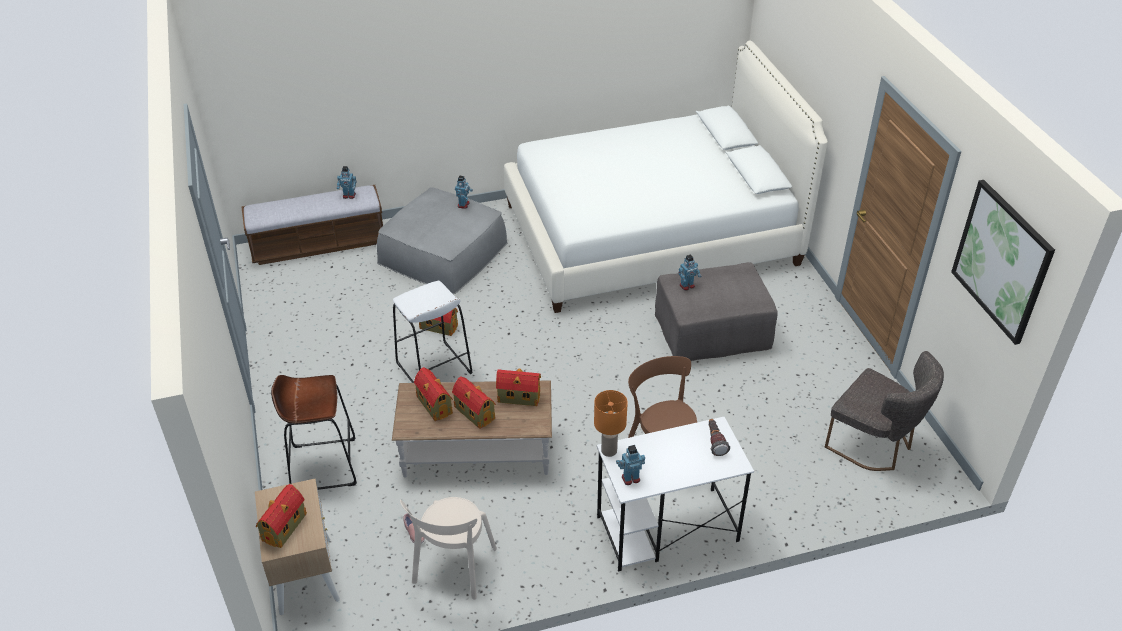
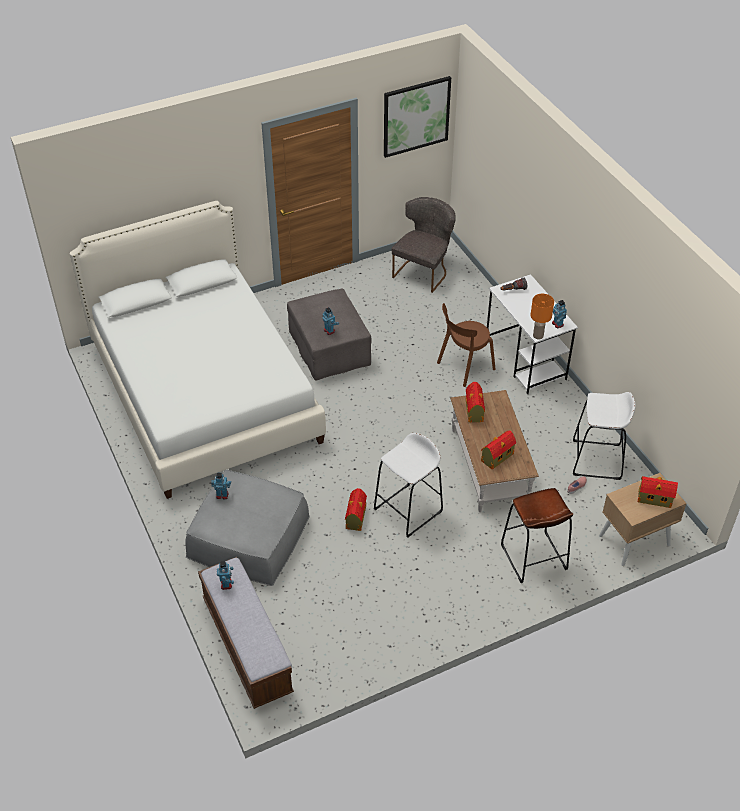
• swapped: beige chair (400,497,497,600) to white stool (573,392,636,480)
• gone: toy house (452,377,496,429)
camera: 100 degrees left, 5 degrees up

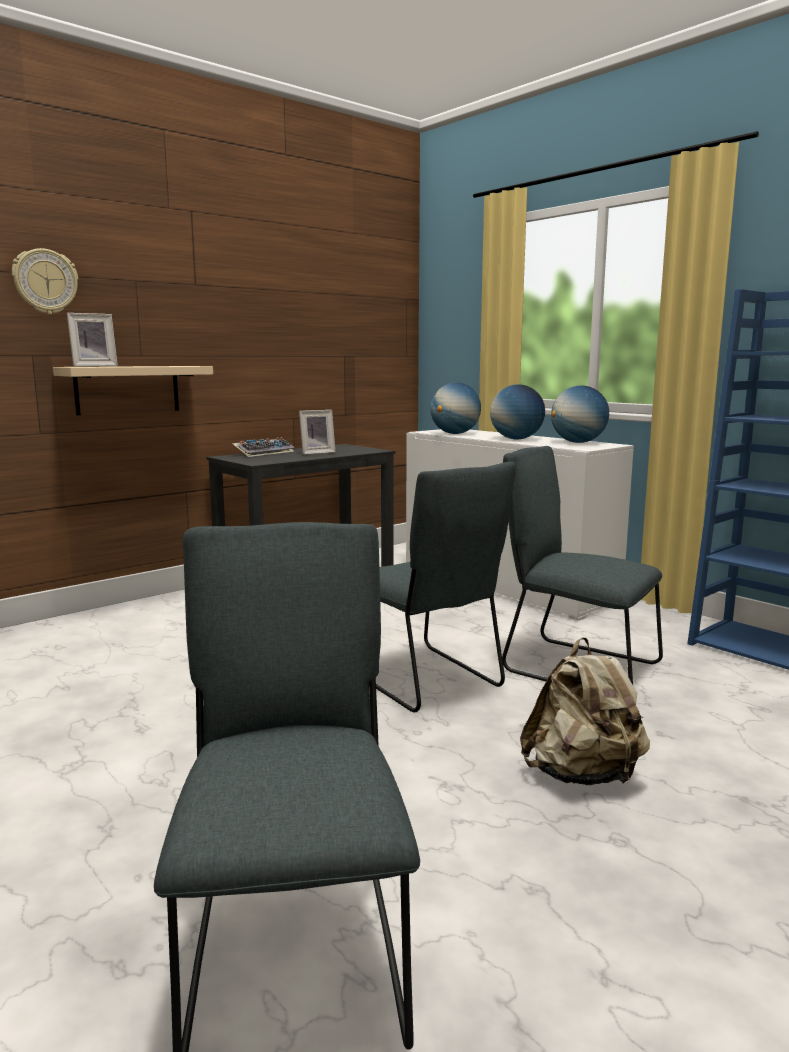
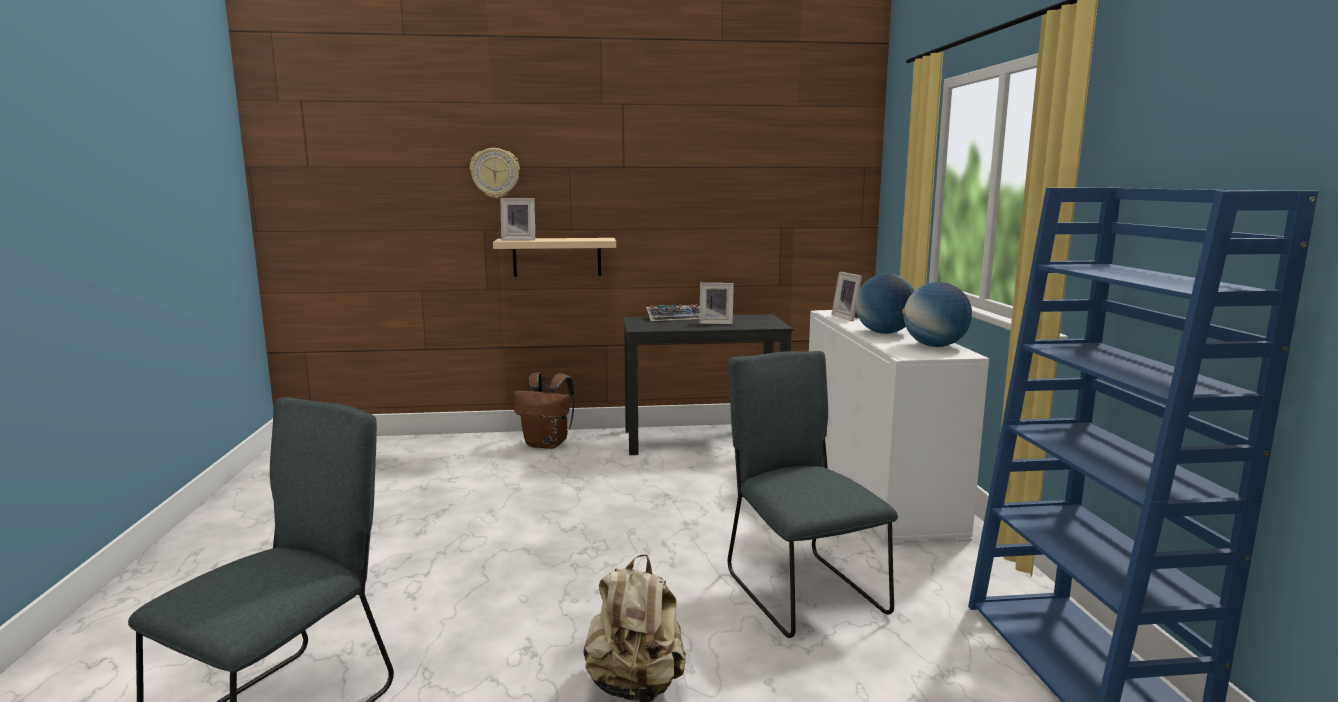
• new: brown backpack (514,372,575,449)
• swapped: globe (430,383,481,434) to picture frame (831,272,862,321)
• gone: grey chair (376,462,516,712)
camera: 35 degrees right, 0 degrees up

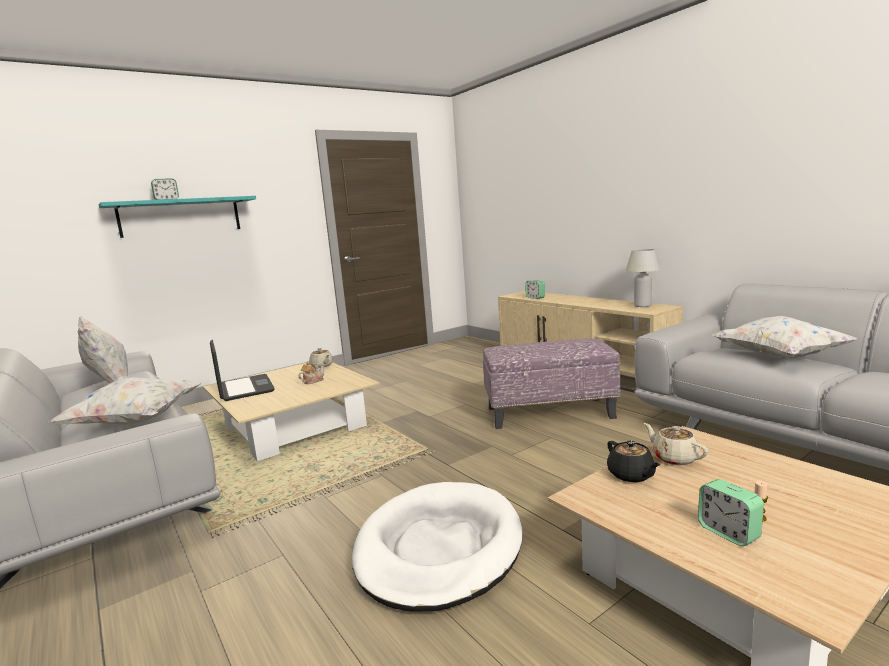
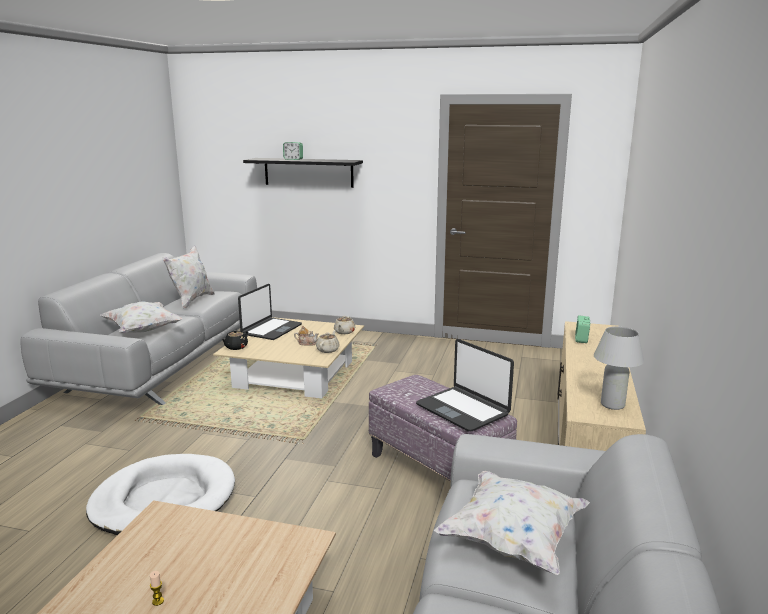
• shifted: black teapot (607,441,660,482) to (222,330,248,350)
• repainted: turquoise shelf (99,196,256,238) to black shelf (243,158,363,188)
• shifted: beige teapot (644,423,708,465) to (316,330,340,353)
• new: laptop (416,339,514,432)
• gone: alarm clock (698,479,764,546)
camera: 50 degrees right, 5 degrees up

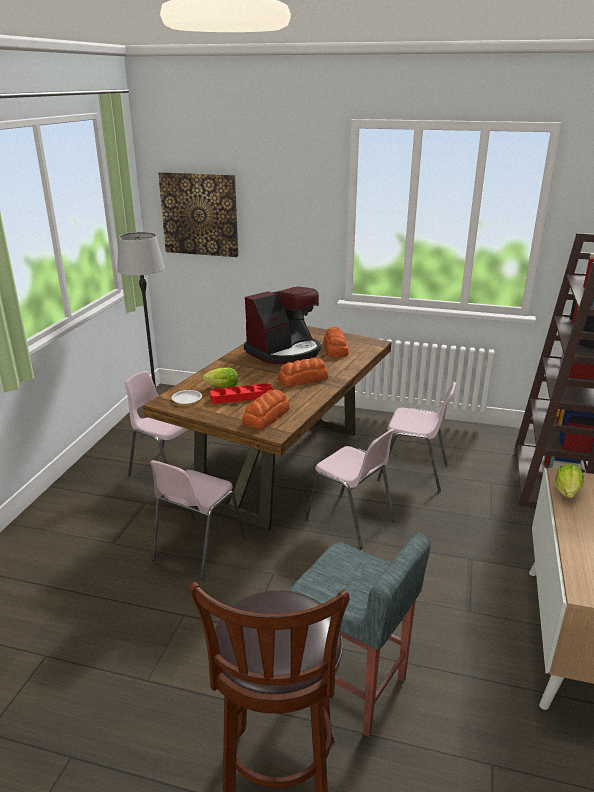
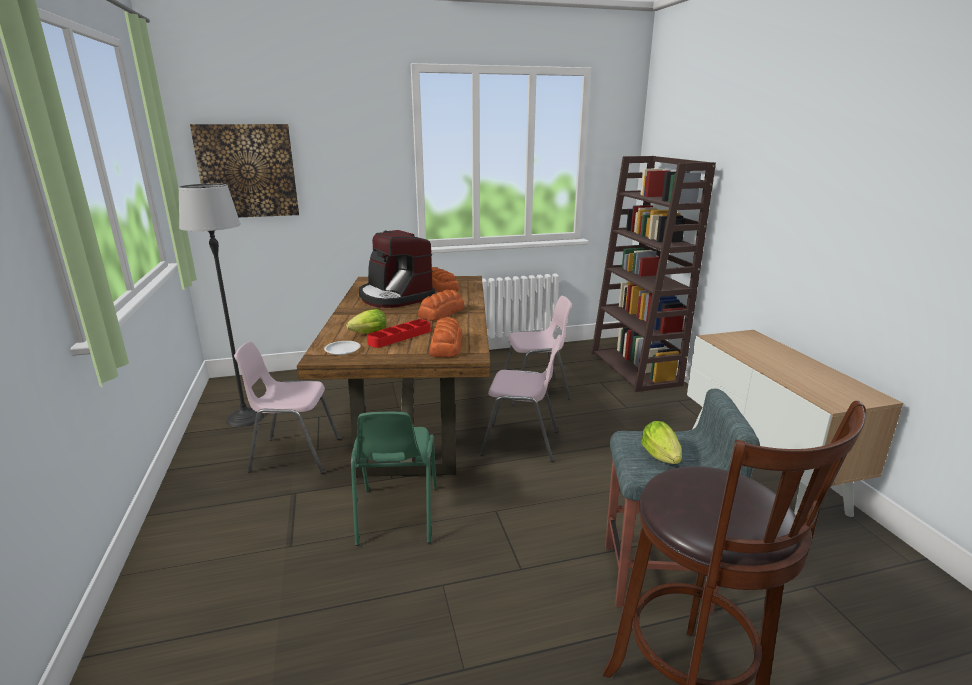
• repainted: pink chair (150,460,245,580) to green chair (351,412,437,546)
• rotated: coffee machine (244,287,321,364) = (359,230,435,308) 120 degrees clockwise
• shifted: lettuce (555,464,584,498) to (641,421,682,464)
camera: 30 degrees left, 5 degrees down

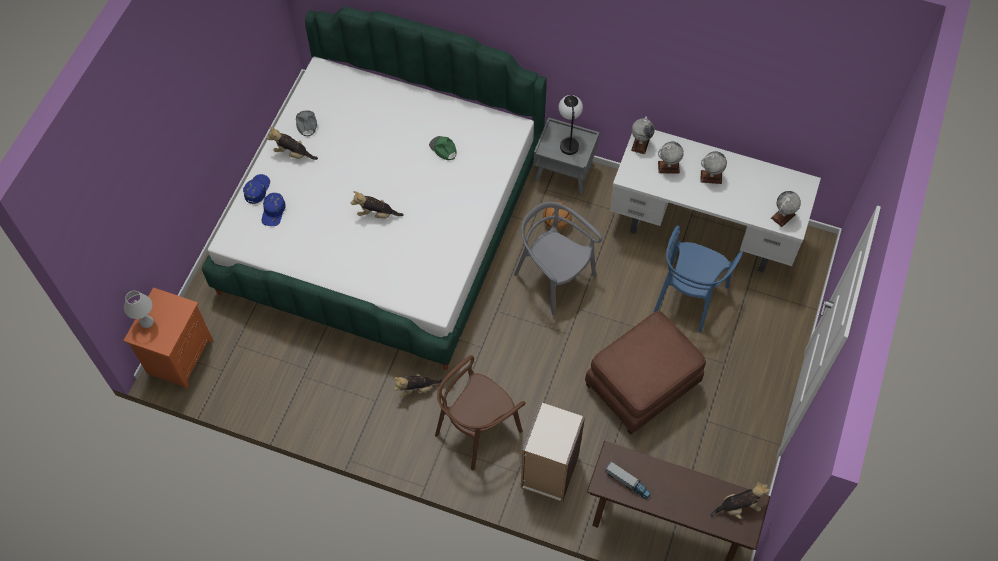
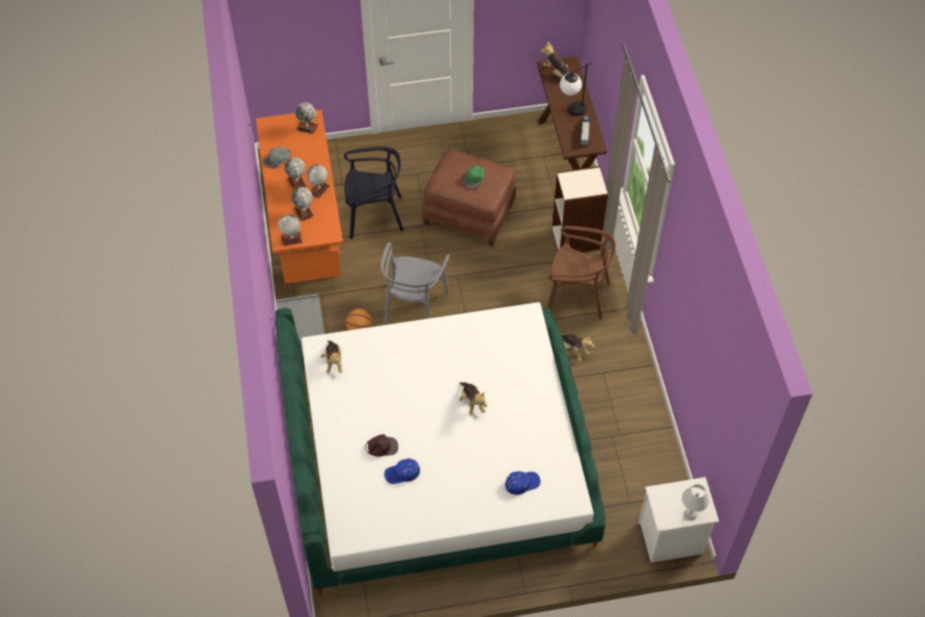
• repainted: white desk (610,130,821,273) to orange desk (256,110,343,284)
• shifted: grey cap (296,110,317,136) to (264,147,291,169)
• new: globe (307,164,330,198)
• shifted: plush toy (266,127,318,160) to (321,340,342,373)
• repainted: blue chair (654,225,743,333) to black chair (344,146,404,239)
• new: brown cap (365,434,398,457)
• shifted: blue cap (243,174,270,204) to (384,458,420,484)
• shifted: green cap (429,136,457,160) to (463,165,485,189)
• shifted: table lamp (558,95,583,155) to (560,62,592,116)
• repainted: orange nightstand (123,287,213,389) to white nightstand (638,477,719,563)
camera: 120 degrees left, 5 degrees down

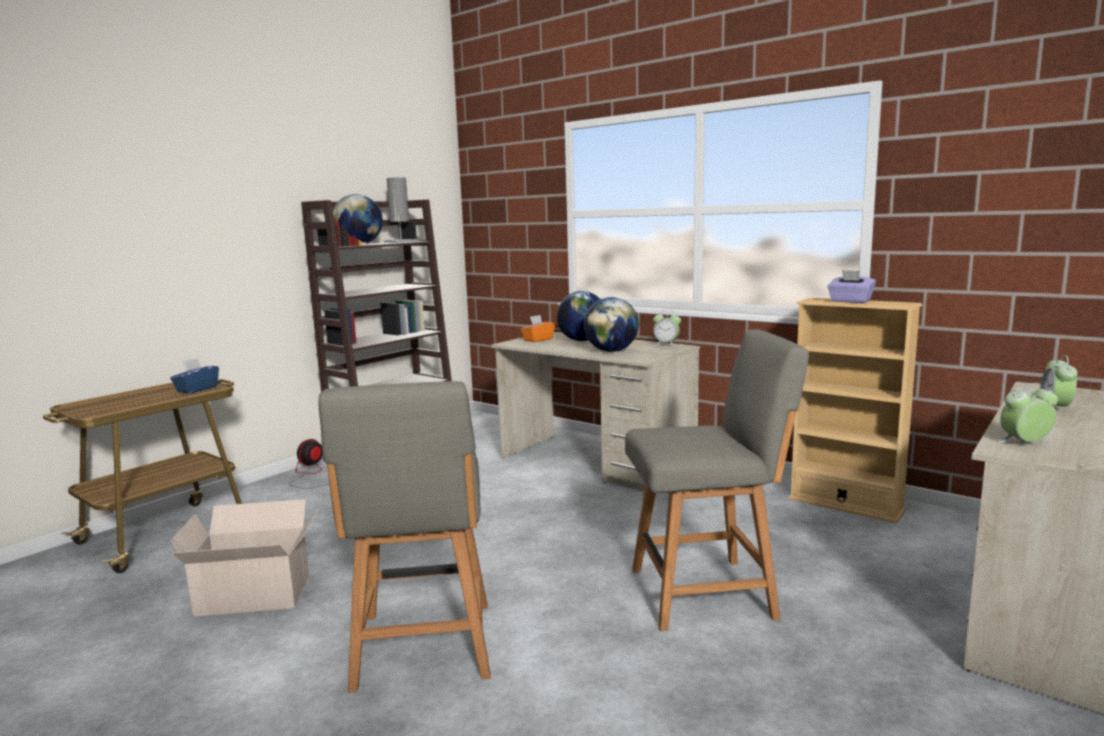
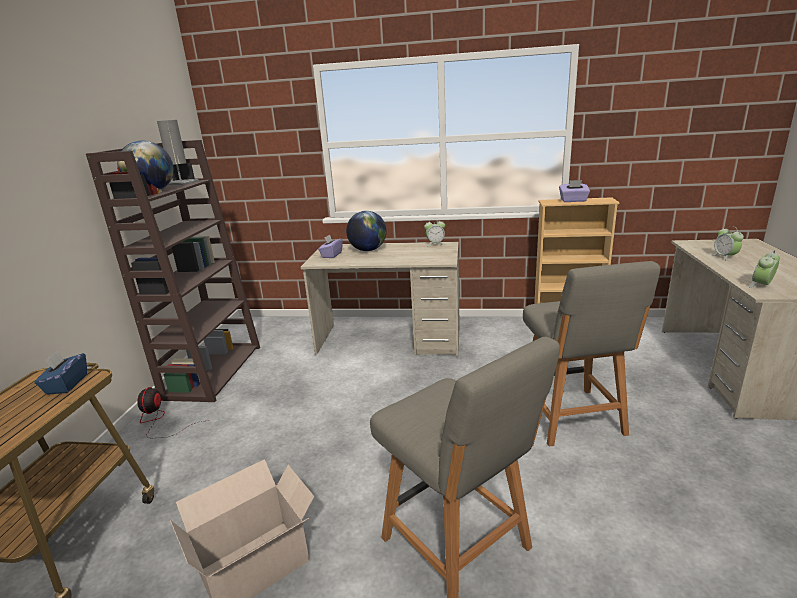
• repainted: orange tissue box (520,315,555,342) to purple tissue box (318,234,343,258)
• rotated: grey chair (625,329,809,631) = (523,261,660,447) 120 degrees clockwise
• gone: globe (584,297,639,352)
camera: 30 degrees left, 10 degrees up

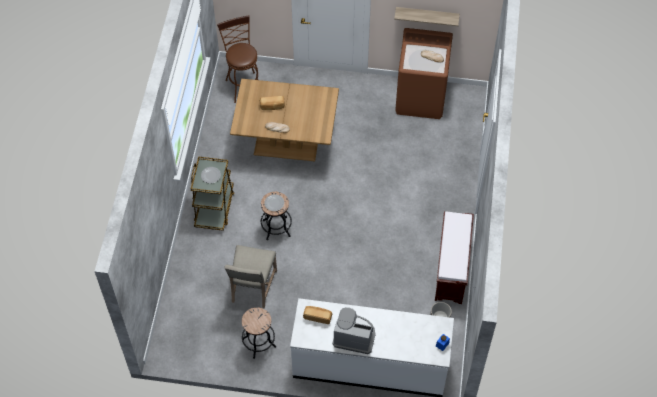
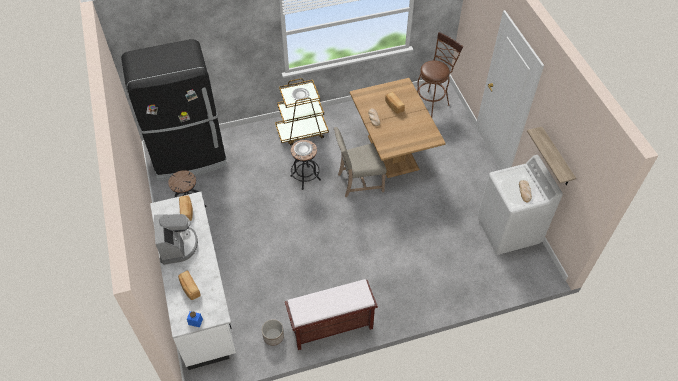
• new: black fridge (121,39,227,181)
• new: bread (178,271,201,300)
• shifted: beige chair (225,245,277,308) to (334,127,387,197)
• repainted: brown washing machine (395,28,453,119) to white washing machine (477,155,563,255)
camera: 65 degrees right, 5 degrees down

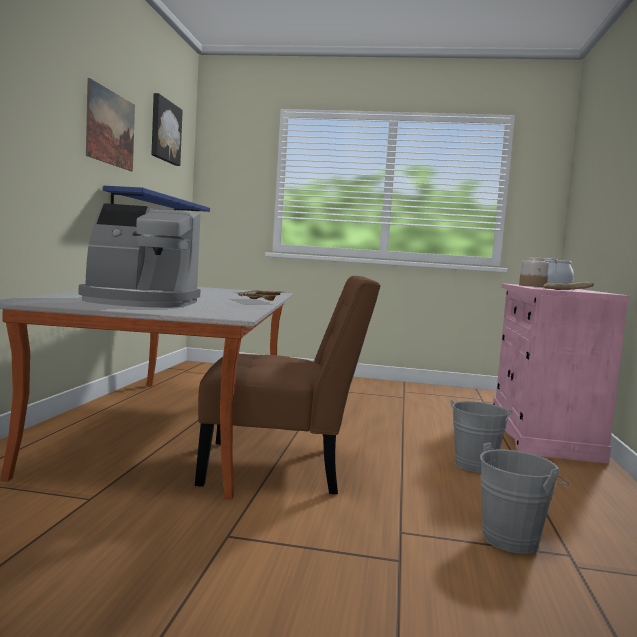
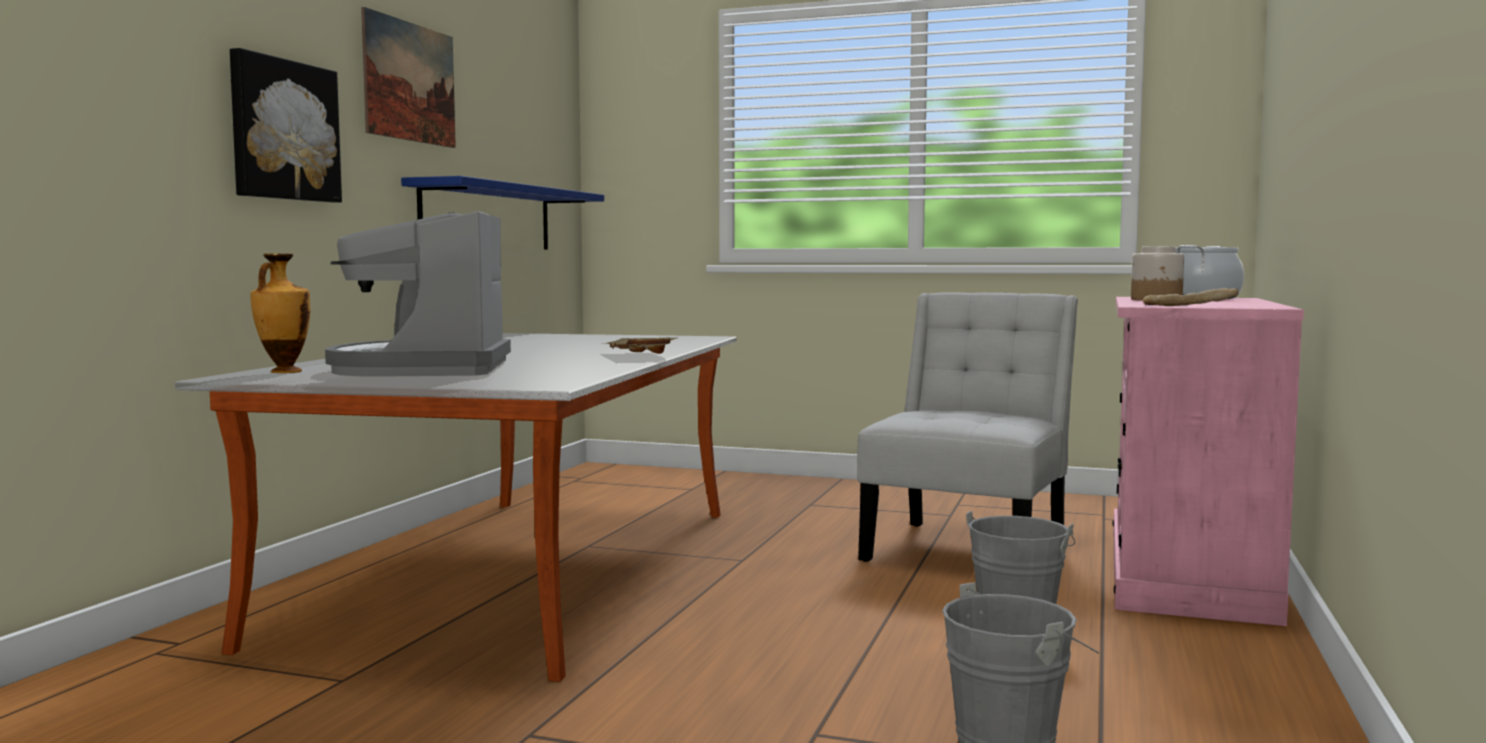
• shifted: picture (152,93,183,166) to (230,48,342,203)
• new: vase (250,253,310,373)
• rotated: coffee machine (78,203,201,308) = (325,211,511,377) 75 degrees clockwise
• new: white chair (857,292,1078,562)
• gone: brown chair (195,276,381,494)
camera: 10 degrees right, 0 degrees up

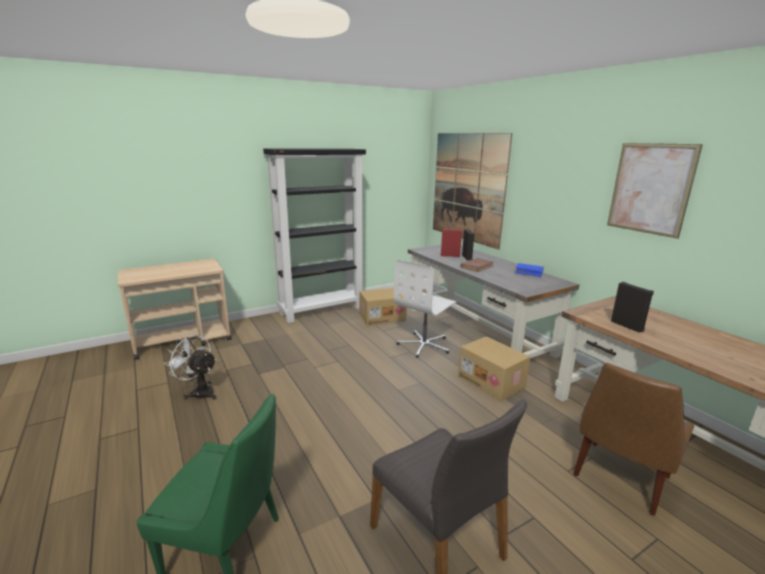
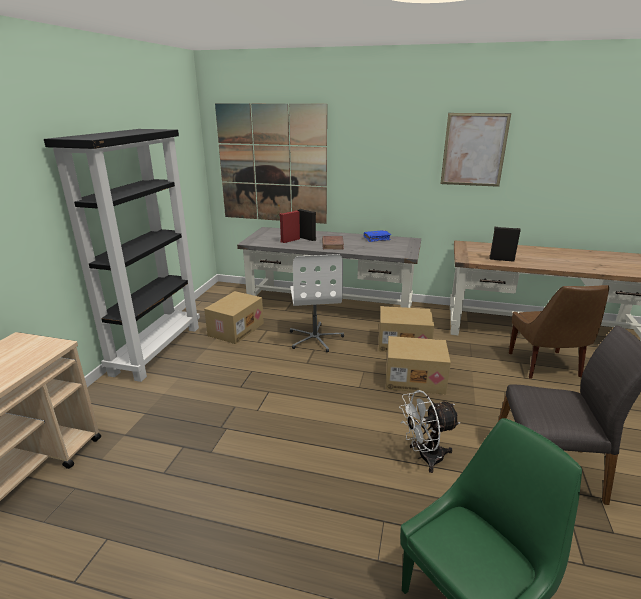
• new: cardboard box (386,336,451,395)
• shifted: white fan (164,333,216,400) to (399,390,460,473)
camera: 45 degrees left, 5 degrees up

